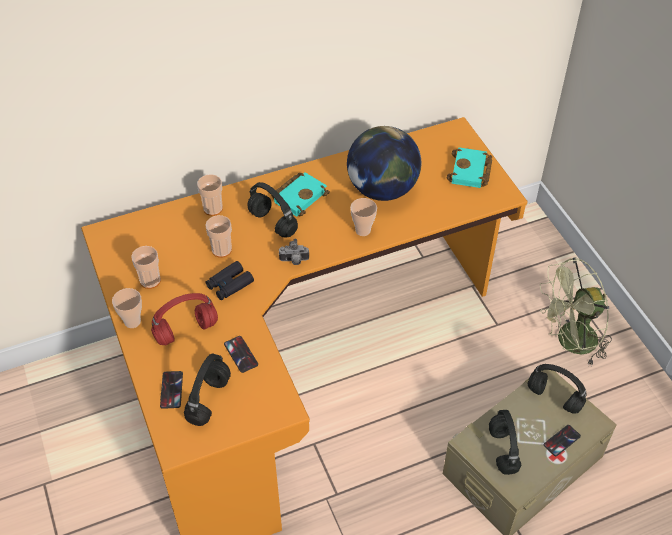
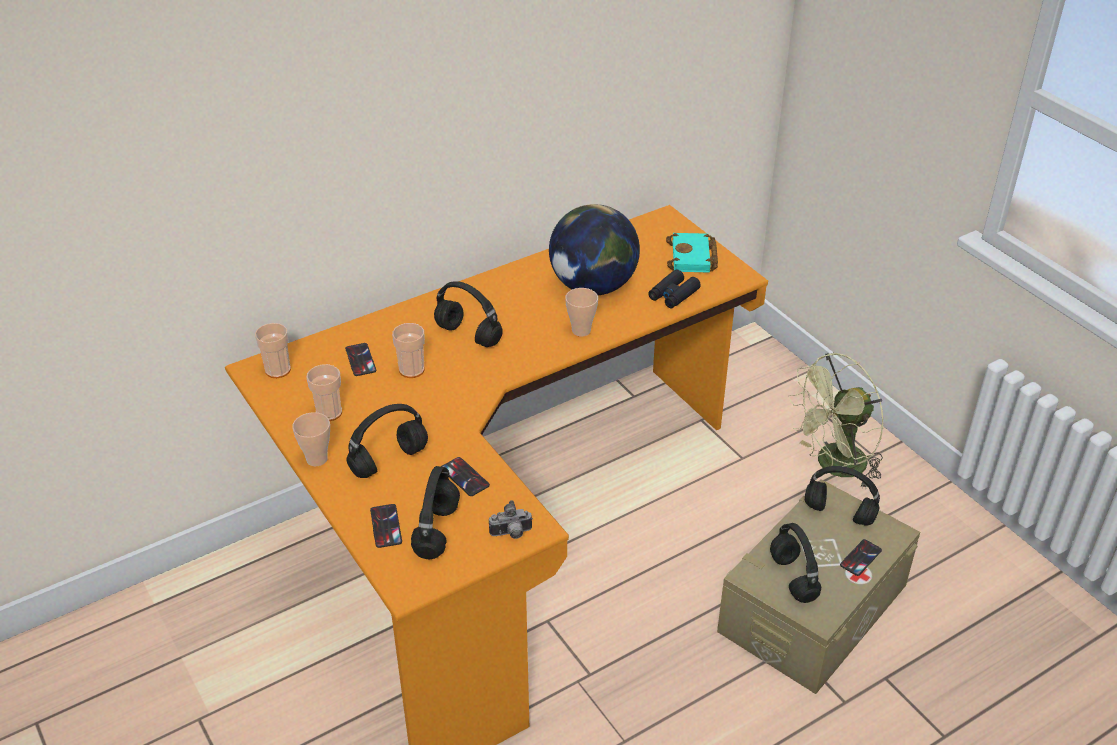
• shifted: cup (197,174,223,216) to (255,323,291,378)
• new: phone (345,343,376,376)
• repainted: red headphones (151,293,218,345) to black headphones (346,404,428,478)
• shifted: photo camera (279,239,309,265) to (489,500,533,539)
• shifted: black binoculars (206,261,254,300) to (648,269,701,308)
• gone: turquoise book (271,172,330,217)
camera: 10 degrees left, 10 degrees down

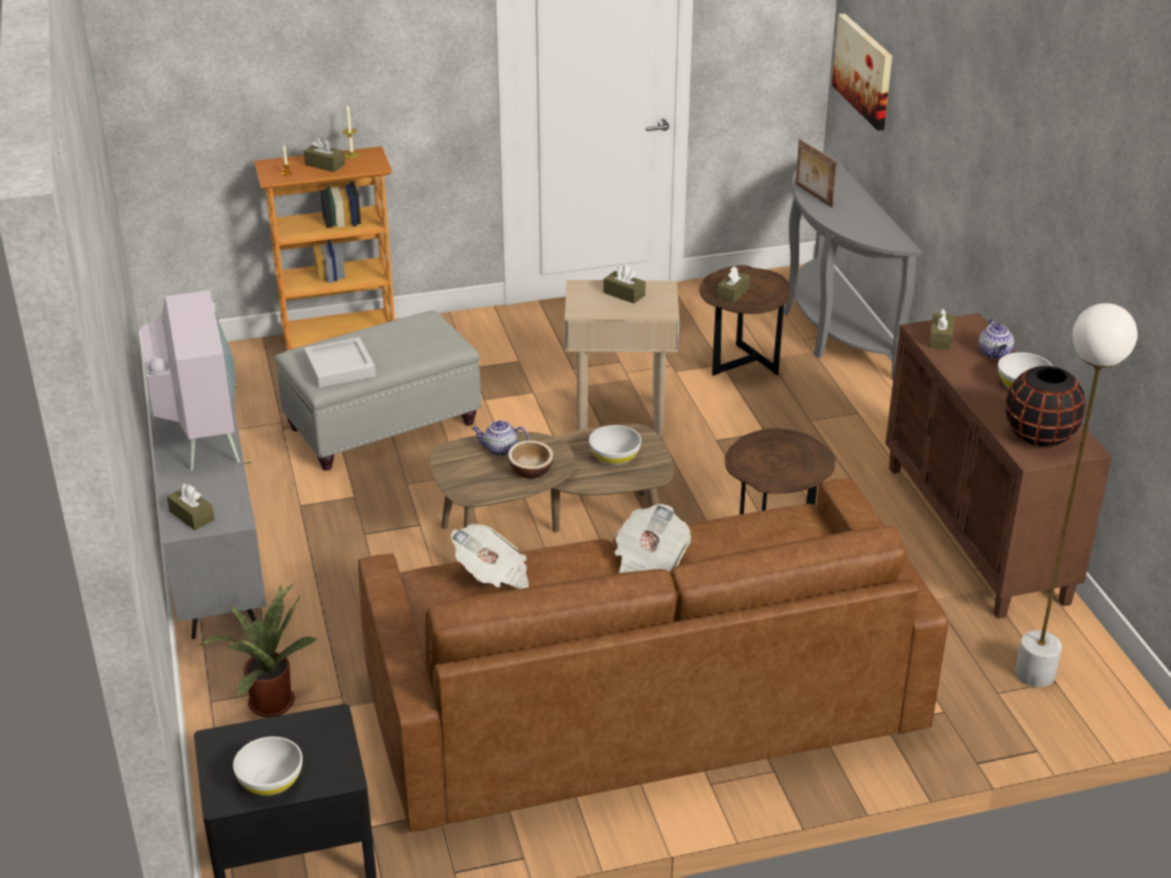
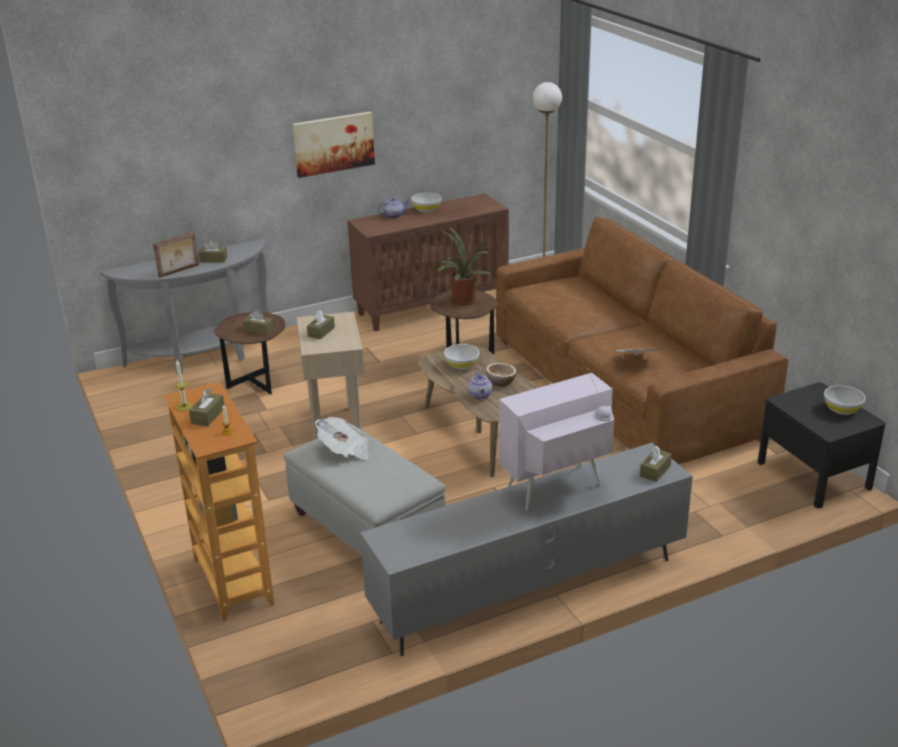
• shifted: brown tissue box (928,308,955,350) to (198,240,227,262)
• shifted: picture (832,13,892,131) to (293,112,375,178)
• shifted: newspaper (615,504,691,573) to (315,417,369,459)
• shifted: potted plant (198,584,319,718) to (429,227,492,305)
• gone: grey tray (304,337,376,388)
• gone: black vase (1006,366,1085,447)
camera: 100 degrees left, 5 degrees down

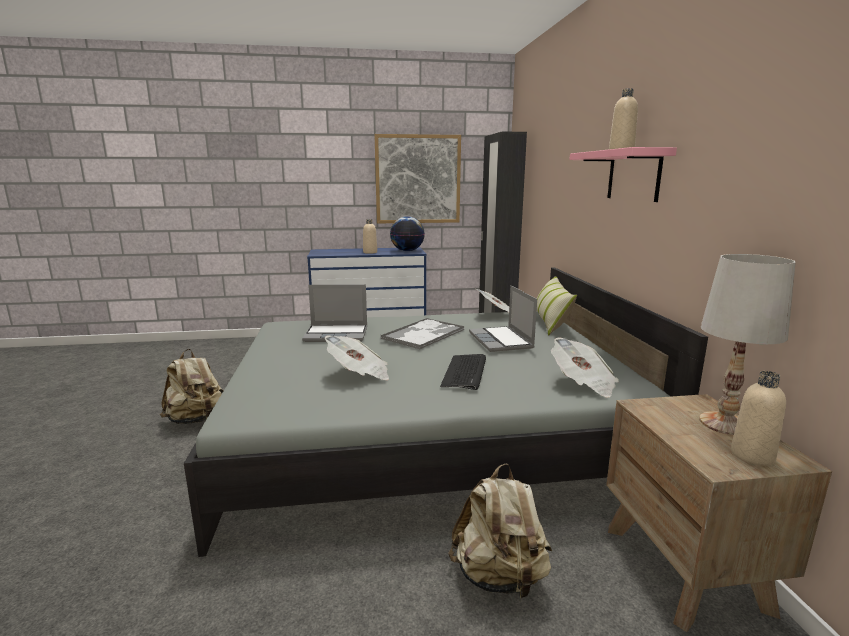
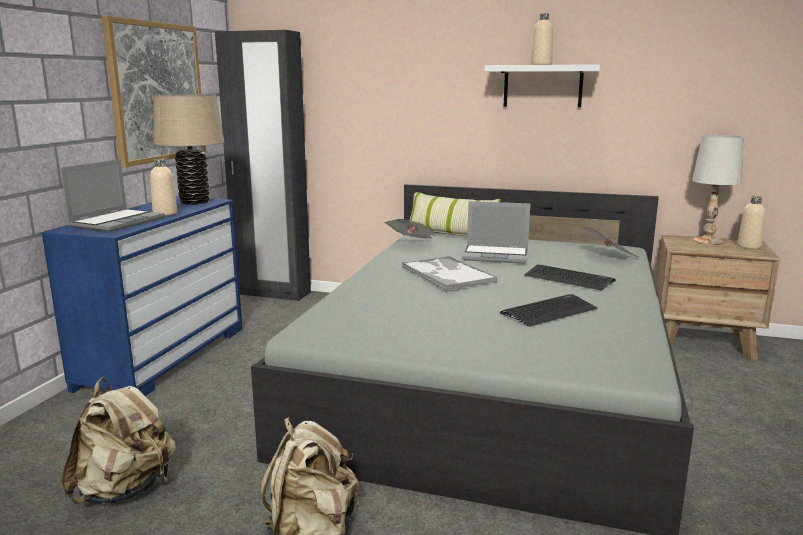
• shifted: laptop (302,284,367,342) to (61,159,165,232)
• shifted: beige backpack (448,463,552,601) to (61,378,176,504)
• swapped: globe (390,216,425,251) to beige table lamp (154,94,224,205)
• repainted: pink shelf (569,147,677,202) to white shelf (485,64,600,107)
• swapped: newspaper (325,335,389,380) to keyboard (500,294,598,327)
camera: 65 degrees left, 0 degrees up

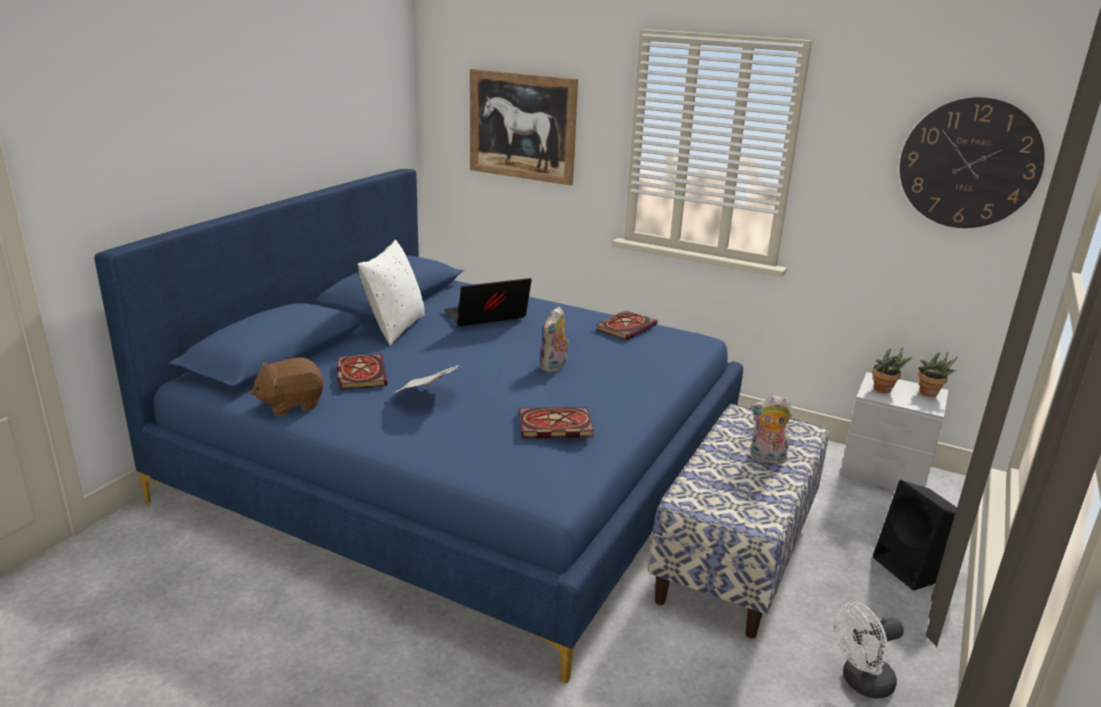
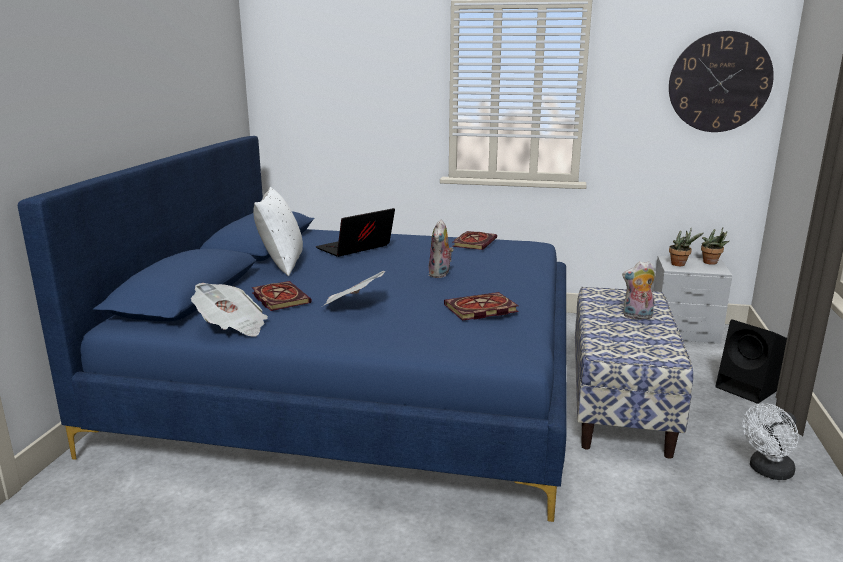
• swapped: brown plush toy (250,357,324,416) to newspaper (191,283,268,337)
• gone: picture (470,69,578,186)
camera: 15 degrees left, 5 degrees down

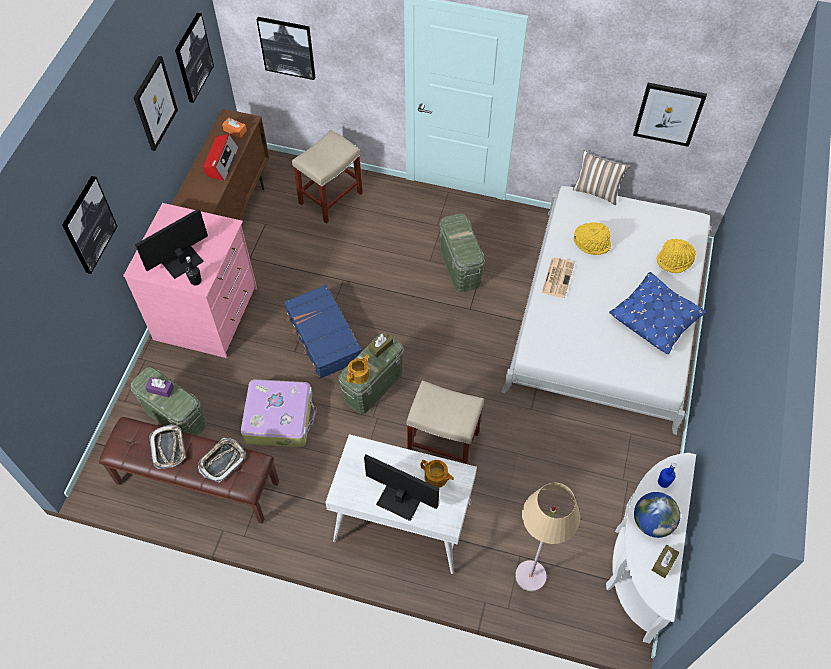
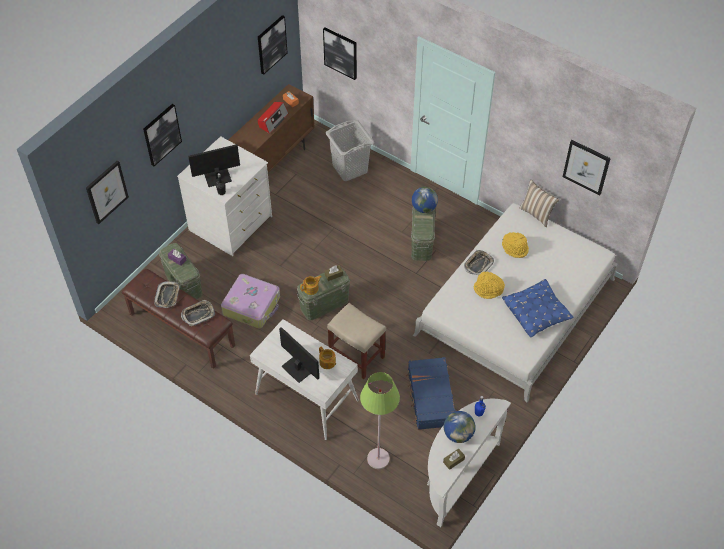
• shifted: picture (133,56,178,151) to (86,160,129,224)
• repainted: pink dresser (123,203,257,358) to white dresser (177,136,272,256)
• swapped: beige stool (292,130,363,224) to grey laundry basket (326,120,374,181)
• repainted: beige floor lamp (515,483,580,591) to green floor lamp (360,372,400,469)
• shifted: blue suitcase (284,285,362,379) to (406,357,456,430)
• new: globe (412,187,438,213)
• swapped: newspaper (542,258,574,298) to tray (464,250,494,275)
• shifted: yellow hat (656,238,696,273) to (474,272,505,299)
camera: 20 degrees right, 5 degrees down

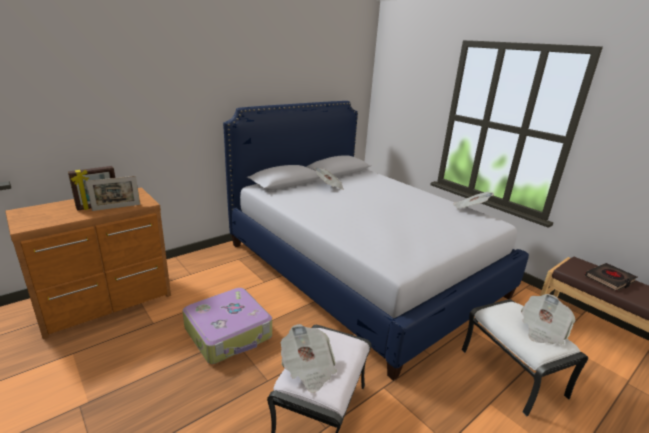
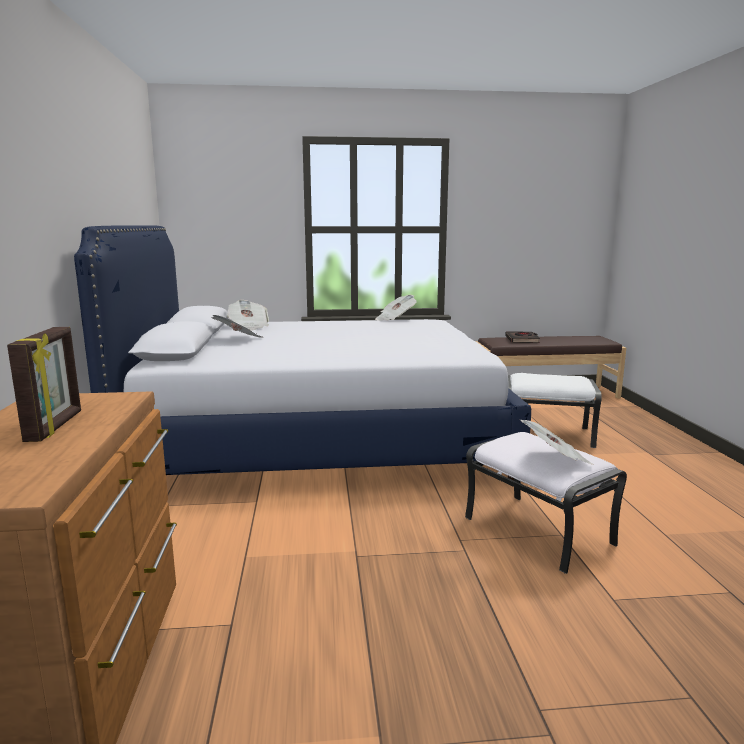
• shifted: newspaper (521,294,575,345) to (227,300,269,331)
• gone: picture frame (86,176,140,211)
• gone: suitcase (182,288,272,364)
camera: 55 degrees left, 10 degrees down

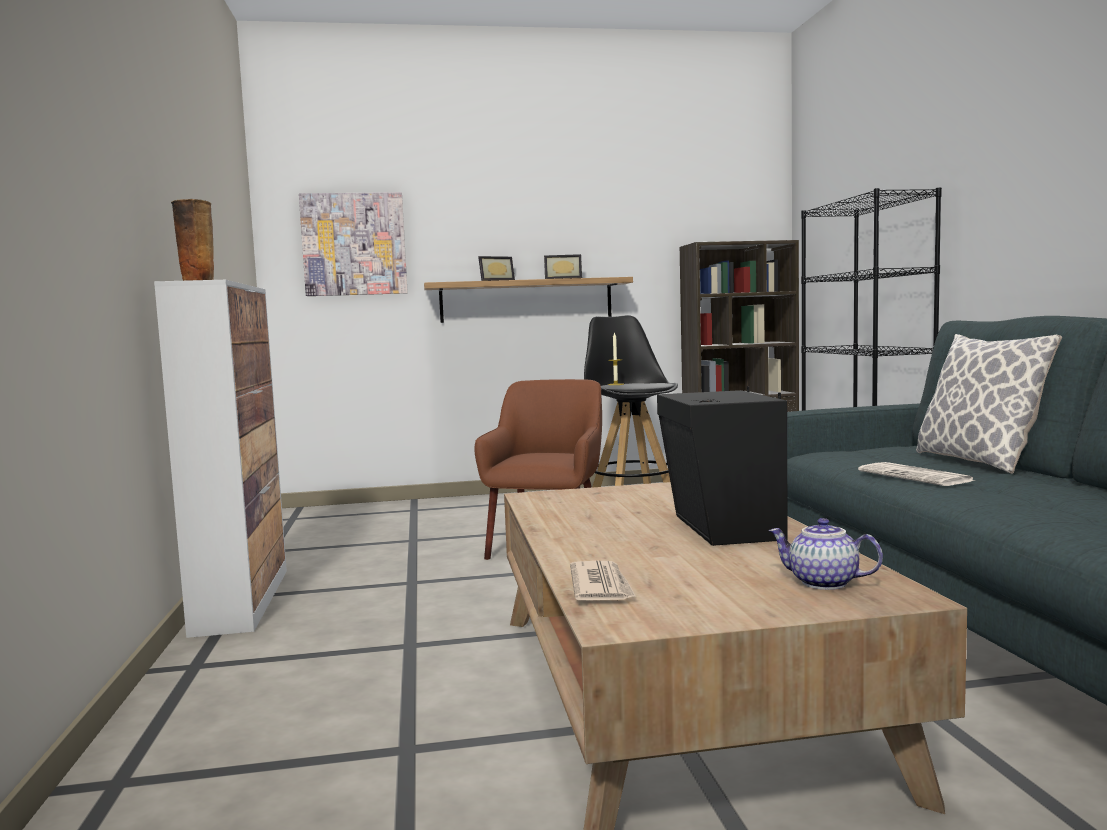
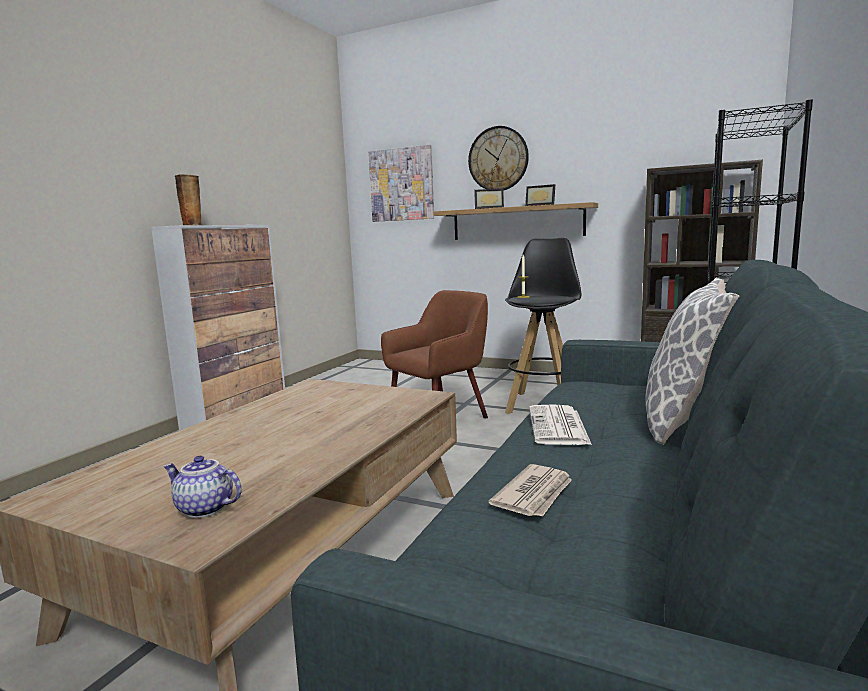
• rotated: teapot (768,518,883,590) = (163,456,242,518) 45 degrees counterclockwise
• new: wall clock (468,126,529,191)
• shifted: newspaper (570,561,636,600) to (488,464,572,517)
• gone: black speaker (657,386,788,546)
camera: 35 degrees right, 5 degrees up

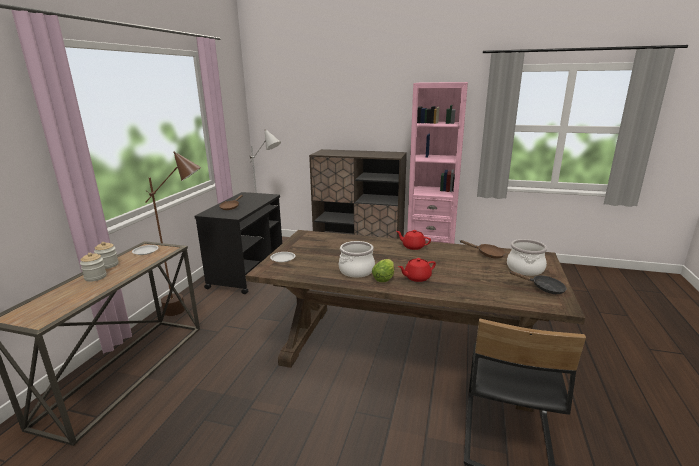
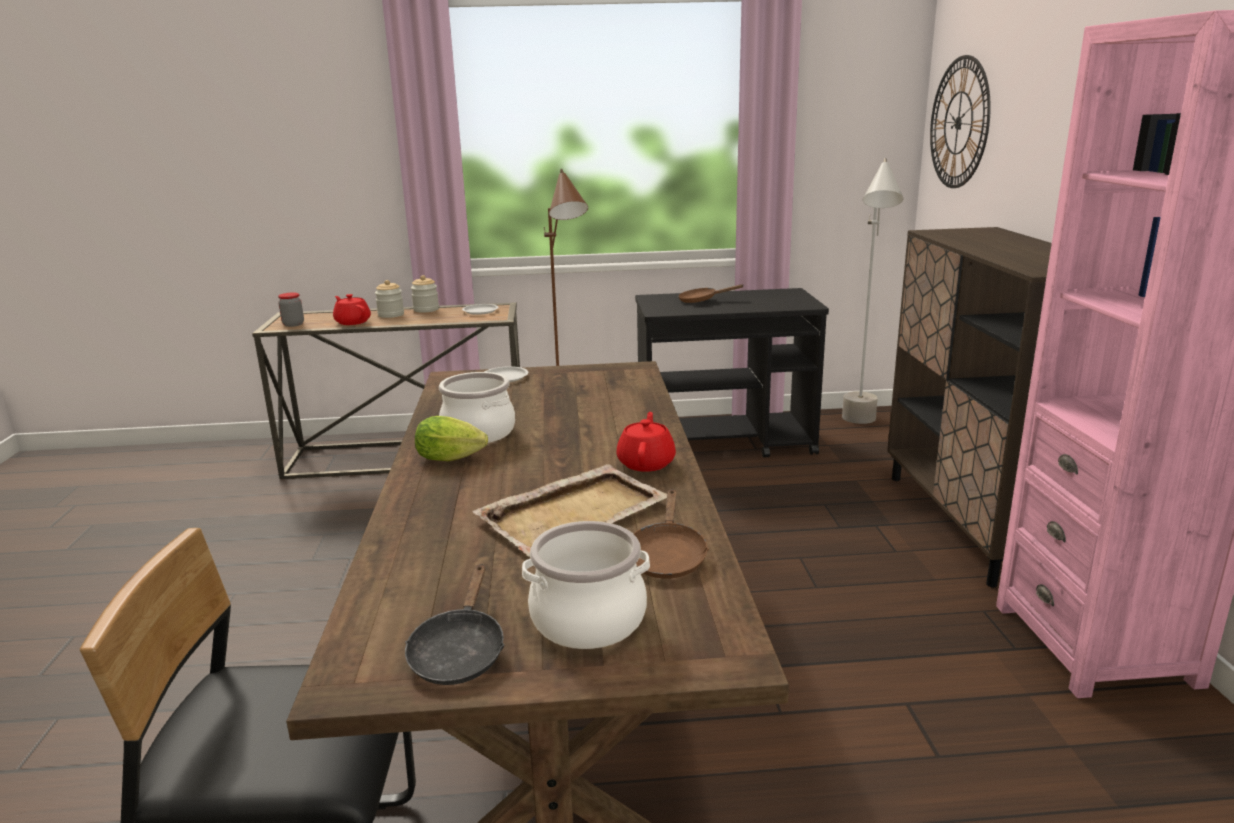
• new: jar (278,293,304,327)
• shifted: red teapot (398,258,436,282) to (333,294,371,325)
• new: beige tray (472,464,667,557)
• new: wall clock (930,55,991,188)
camera: 70 degrees right, 0 degrees up

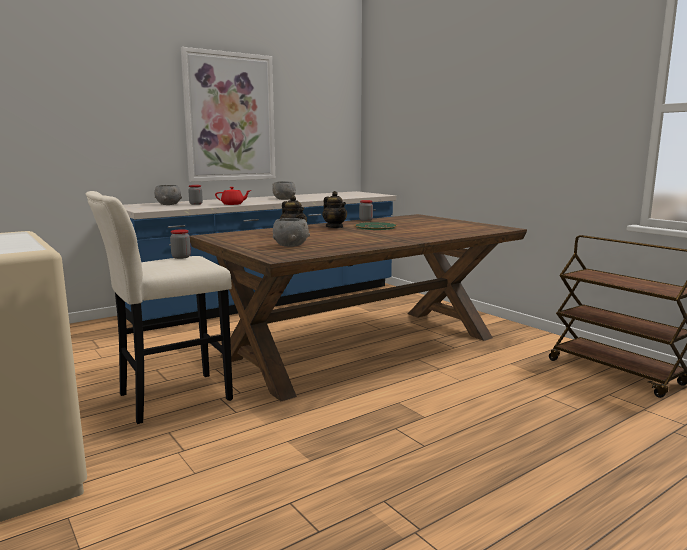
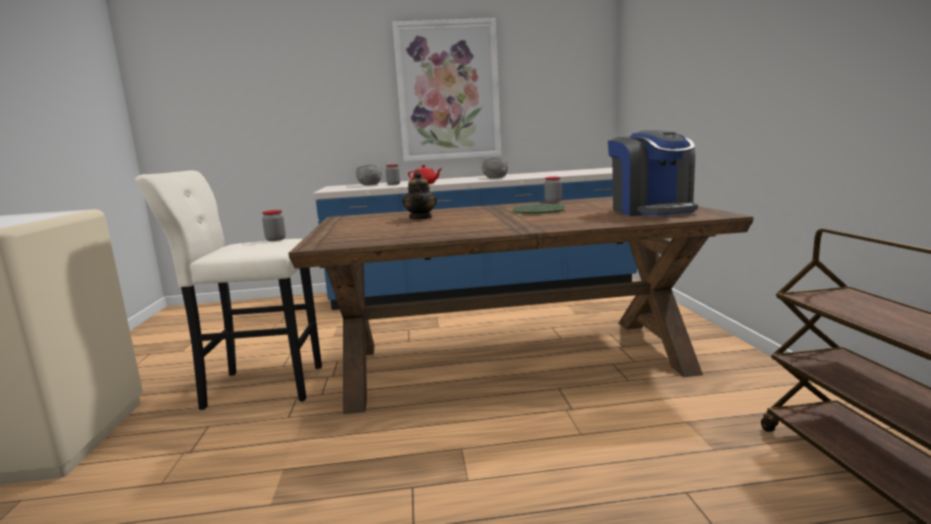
• new: coffee machine (608,130,698,216)
• gone: grey bowl (273,218,310,247)
• gone: teapot (322,191,347,228)
camera: 30 degrees right, 0 degrees up

